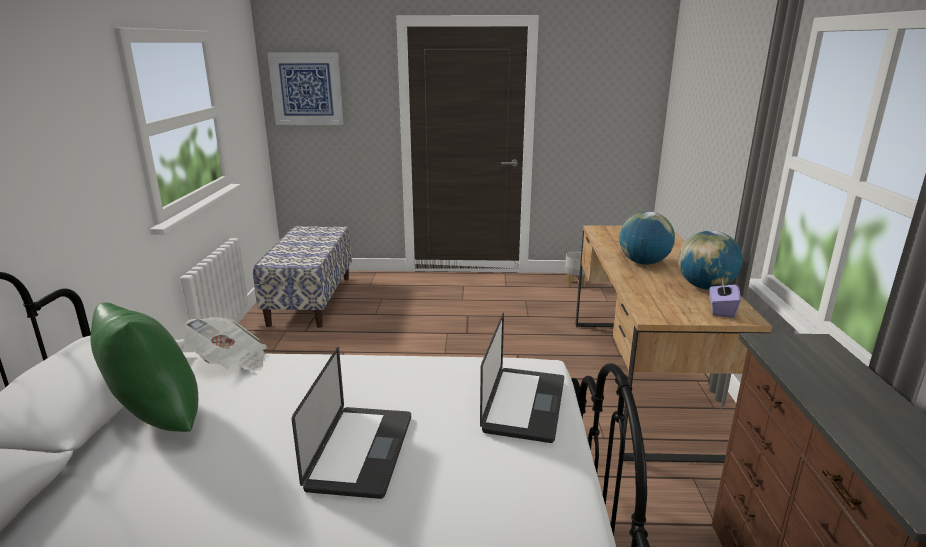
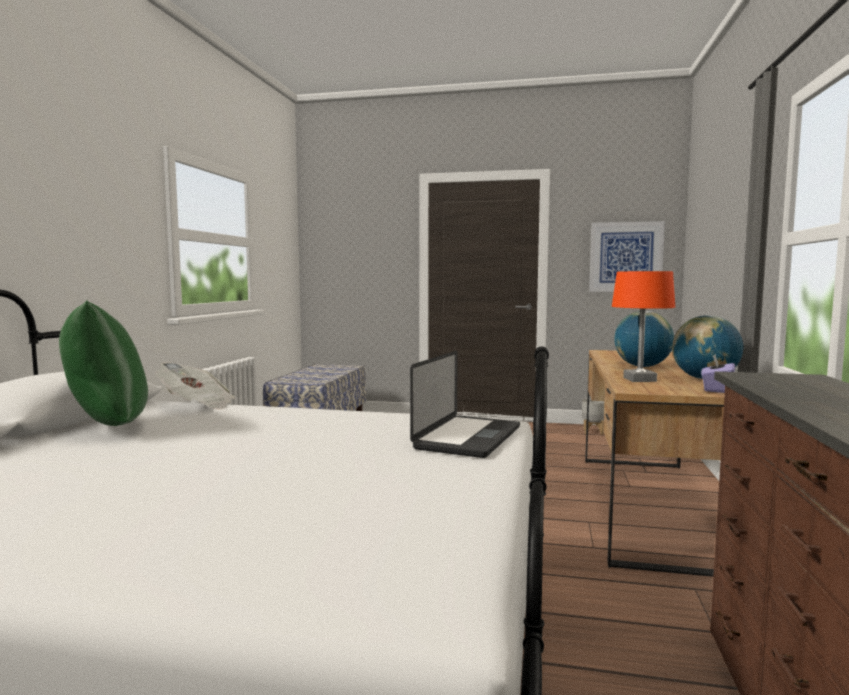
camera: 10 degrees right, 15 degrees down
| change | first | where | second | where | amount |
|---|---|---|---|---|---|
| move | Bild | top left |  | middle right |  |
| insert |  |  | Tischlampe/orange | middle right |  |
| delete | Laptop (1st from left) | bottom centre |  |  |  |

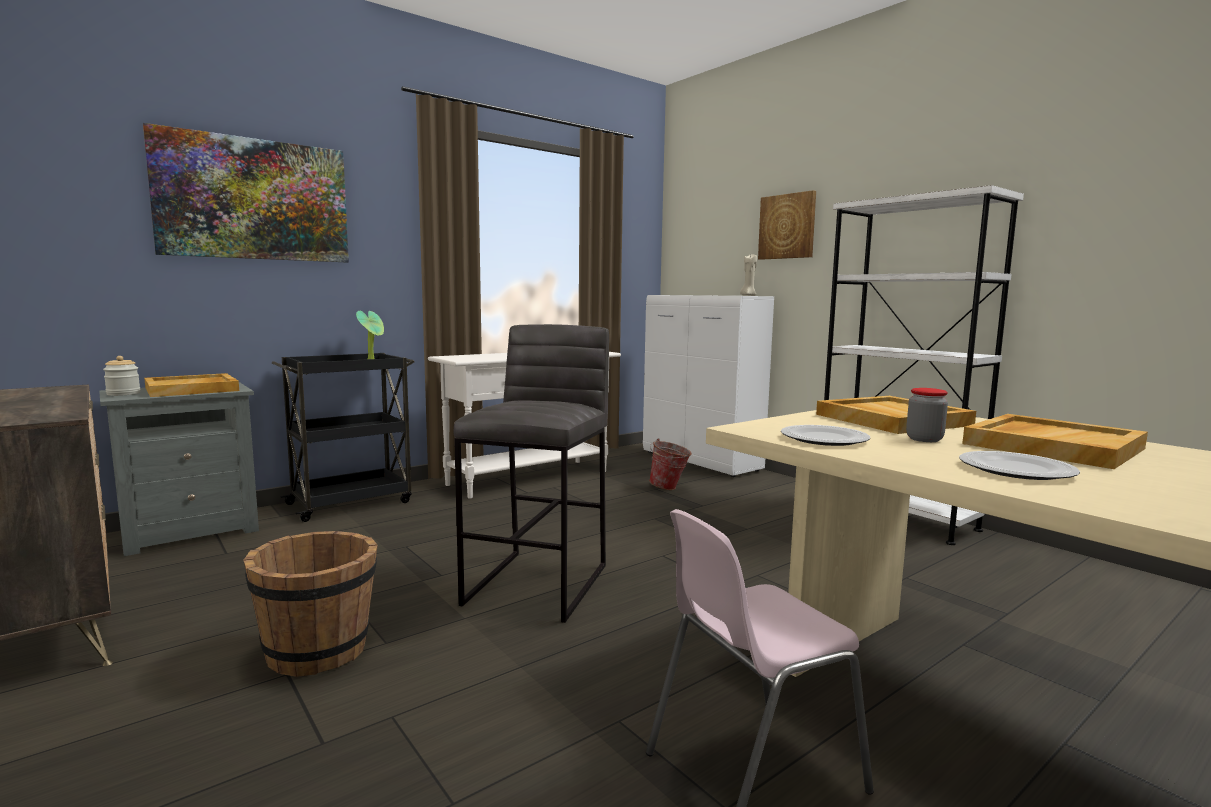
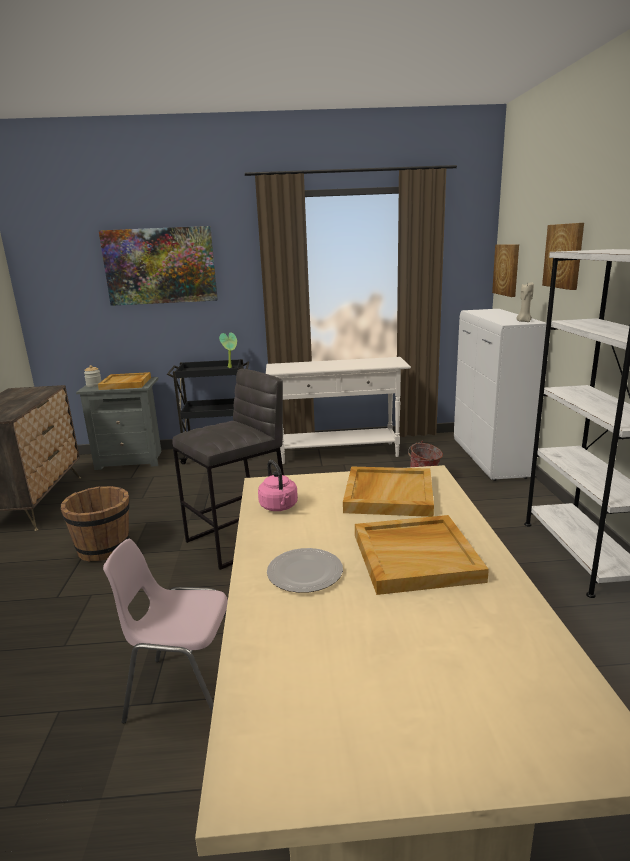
camera: 35 degrees right, 10 degrees up
| change | first | where | second | where | amount |
|---|---|---|---|---|---|
| replace | Teller (1st from left) | middle right | Wasserkessel/rosa | centre |  |
| insert |  |  | Bild (2nd from left) | top right |  |
| delete | Vorratsglas (2nd from left) | middle right |  |  |  |

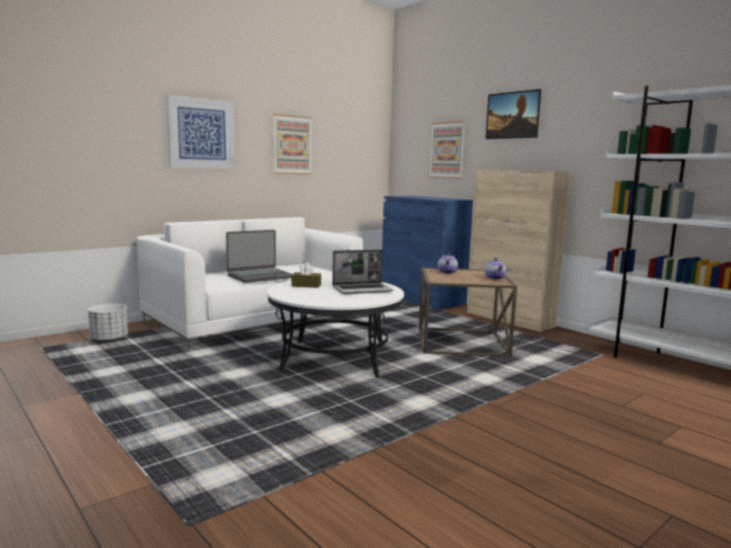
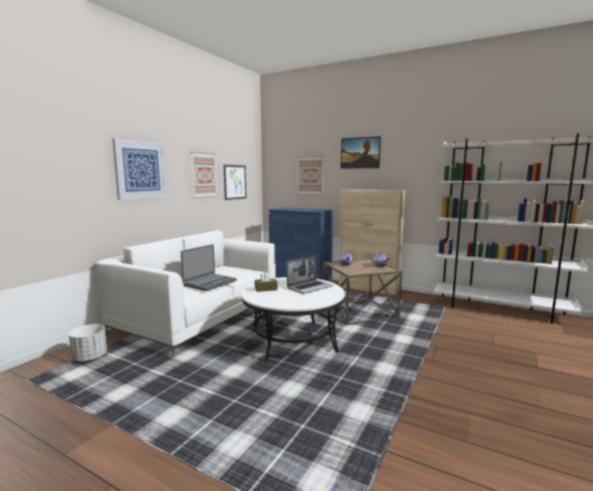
camera: 20 degrees left, 0 degrees up
| change | first | where | second | where | amount |
|---|---|---|---|---|---|
| insert |  |  | Bild (3rd from left) | centre |  |

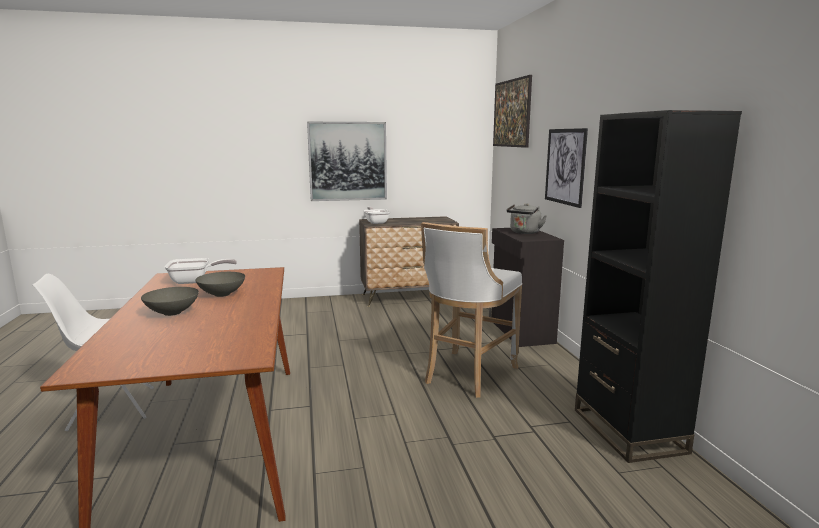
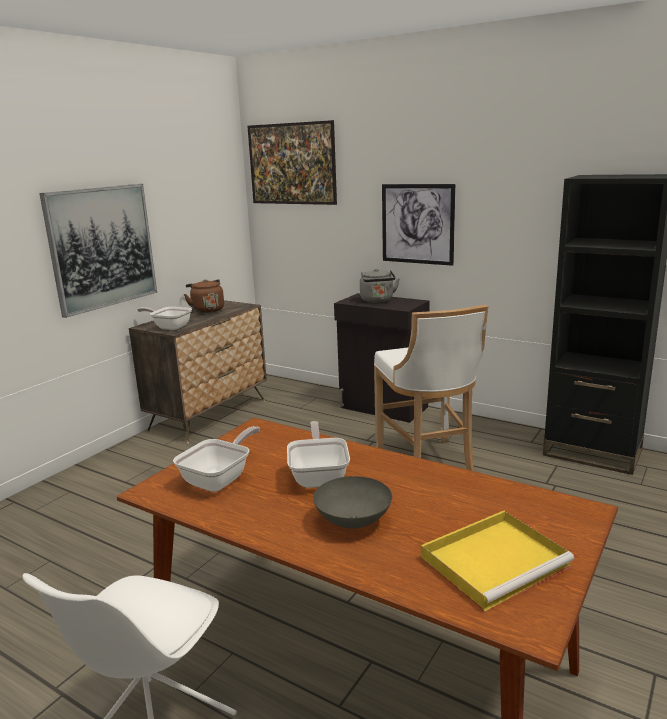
camera: 45 degrees left, 5 degrees up
| change | first | where | second | where | amount |
|---|---|---|---|---|---|
| insert |  |  | Wasserkessel/braun | middle left |  |
| replace | Schüssel/grau (2nd from left) | middle left | Pfanne (3rd from left) | centre |  |
| insert |  |  | Tablett/gelb | bottom right |  |

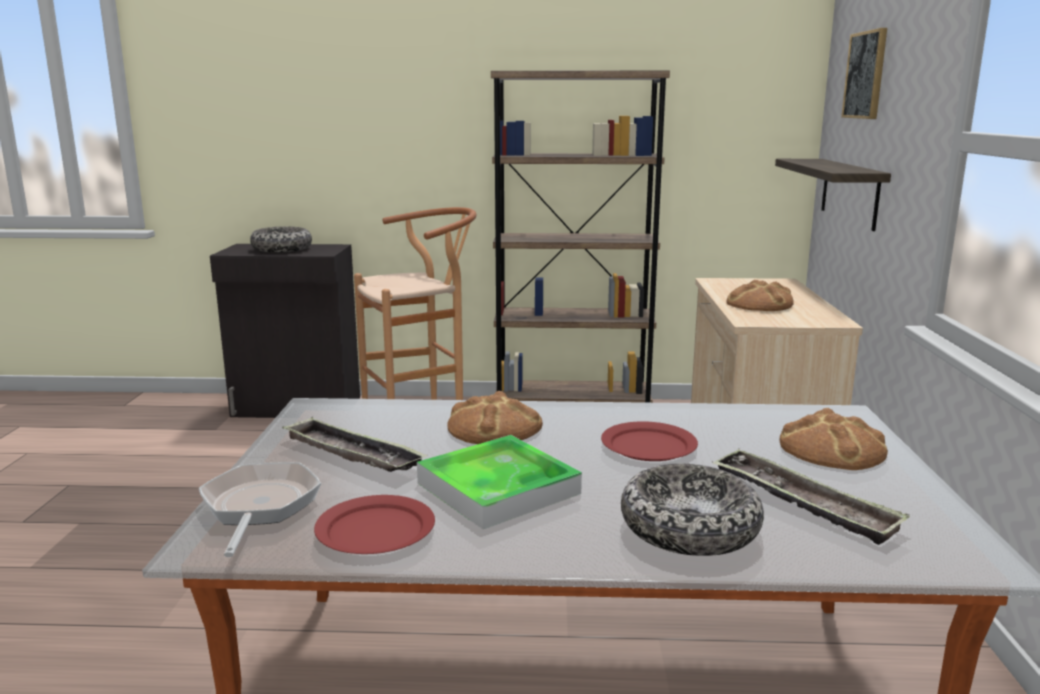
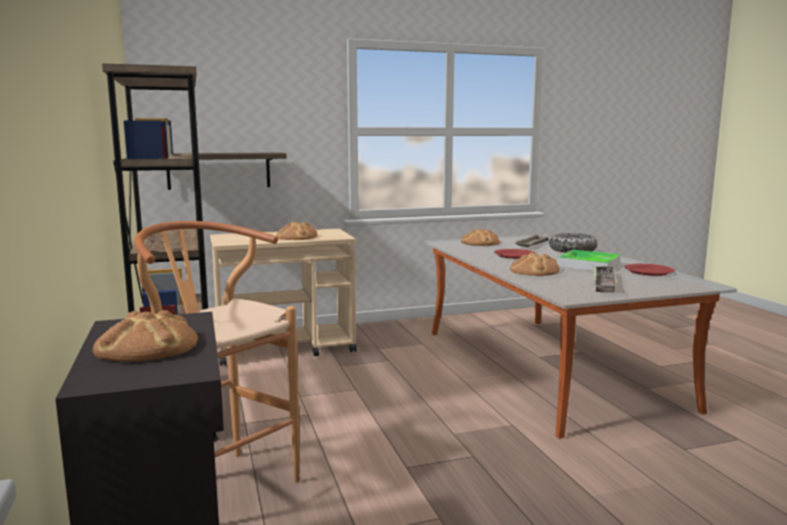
camera: 110 degrees left, 5 degrees down
| change | first | where | second | where | amount |
|---|---|---|---|---|---|
| replace | Schüssel (1st from left) | middle left | Brot (1st from left) | middle left |  |
| delete | Pfanne | bottom left |  |  |  |
| delete | Bild | top right |  |  |  |

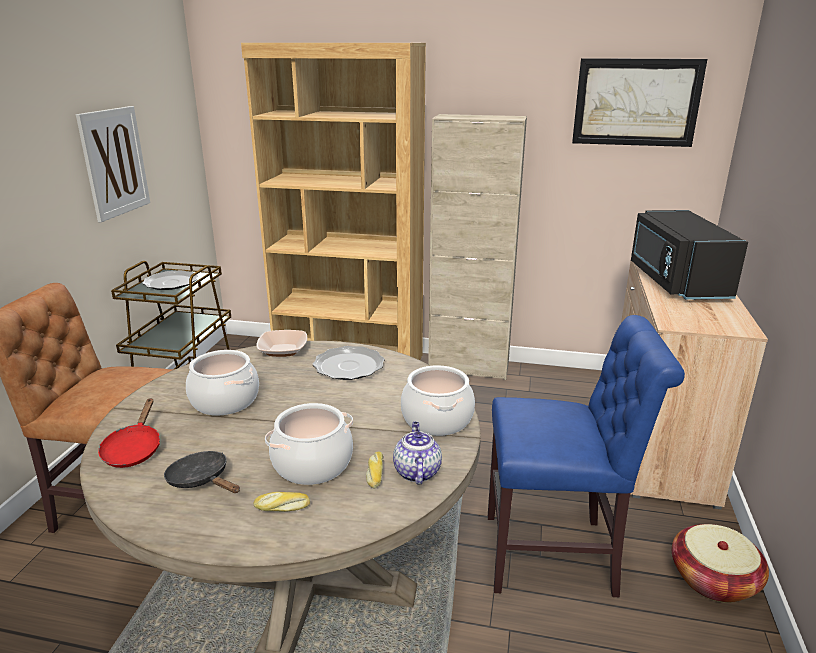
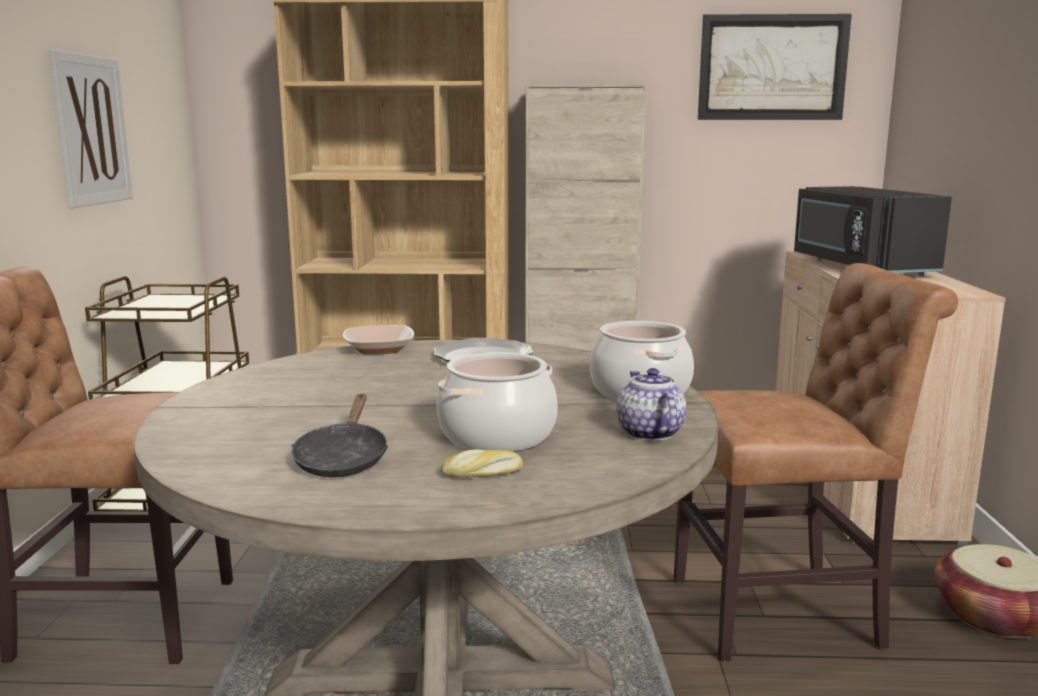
camera: 10 degrees left, 10 degrees down
| change | first | where | second | where | amount |
|---|---|---|---|---|---|
| rotate | Pfanne/schwarz | bottom left |  | middle left | 120 degrees counterclockwise |
| recolor | Stuhl/blau | bottom right | Stuhl/braun (2nd from left) | middle right |  |
| delete | Pfanne/rot | middle left |  |  |  |
| delete | Teller (1st from left) | middle left |  |  |  |
| delete | Kochtopf (1st from left) | middle left |  |  |  |
| delete | Brot (2nd from left) | bottom centre |  |  |  |

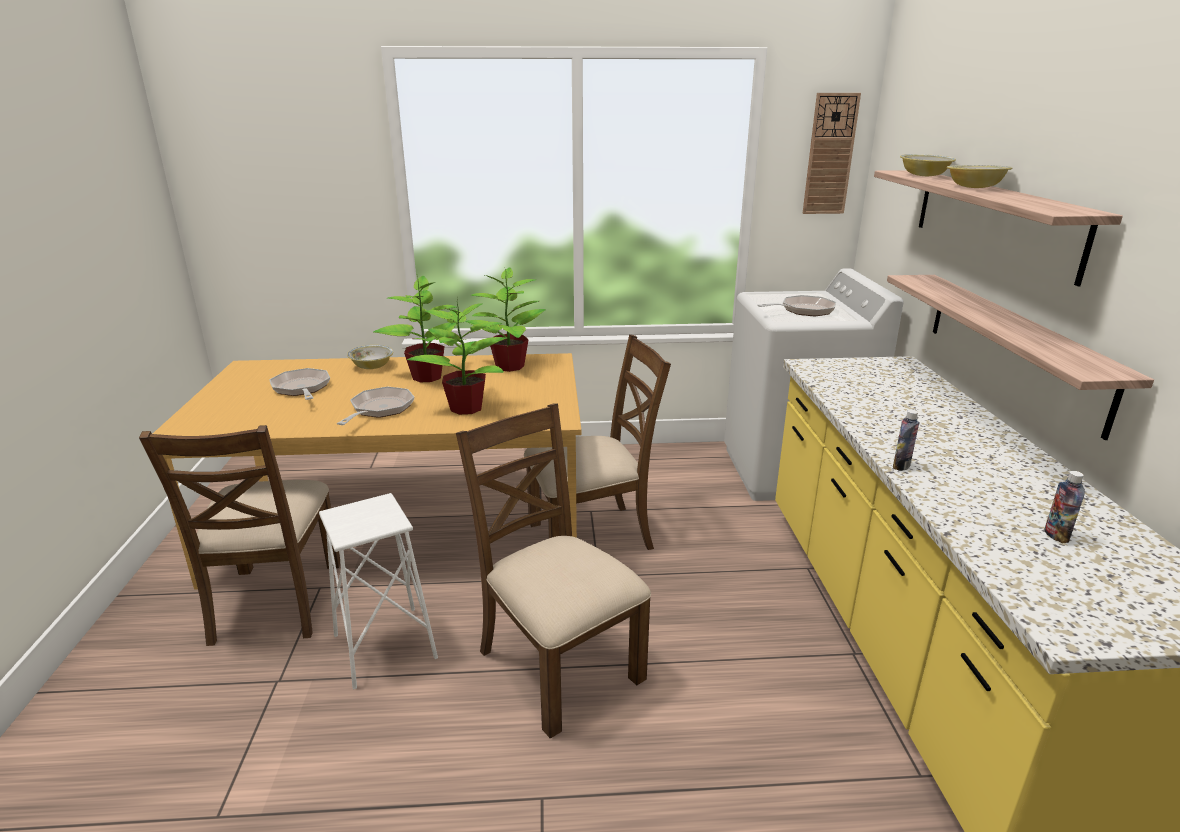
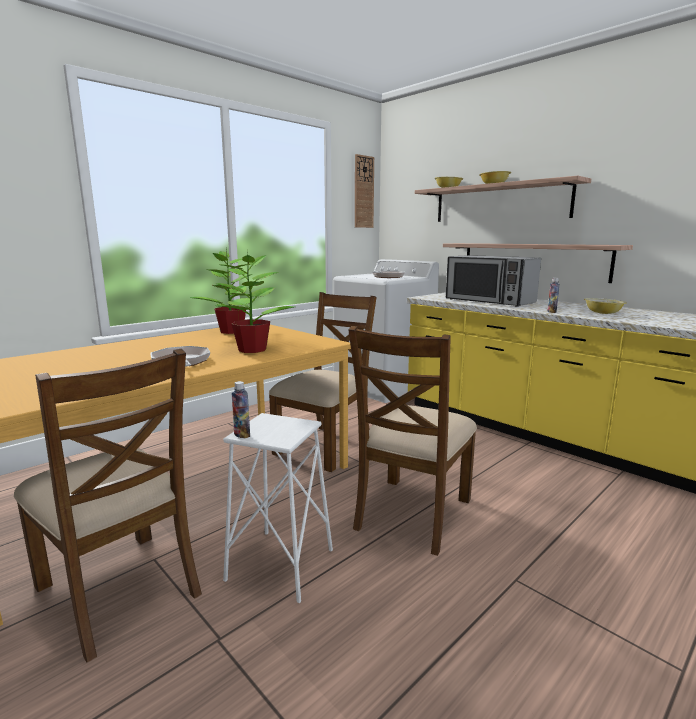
camera: 40 degrees left, 10 degrees down
| change | first | where | second | where | amount |
|---|---|---|---|---|---|
| move | Flasche (2nd from left in the first image) | middle right | Flasche (1st from left) | centre |  |
| rotate | Stuhl/braun (2nd from left in the first image) | bottom centre | Stuhl/braun (3rd from left) | centre | 75 degrees counterclockwise |
| insert |  |  | Mikrowelle | middle right |  |
| move | Schüssel (1st from left in the first image) | middle left | Schüssel (3rd from left) | middle right |  |
| delete | Pfanne (1st from left) | middle left |  |  |  |
| delete | Topfpflanze (1st from left) | centre |  |  |  |

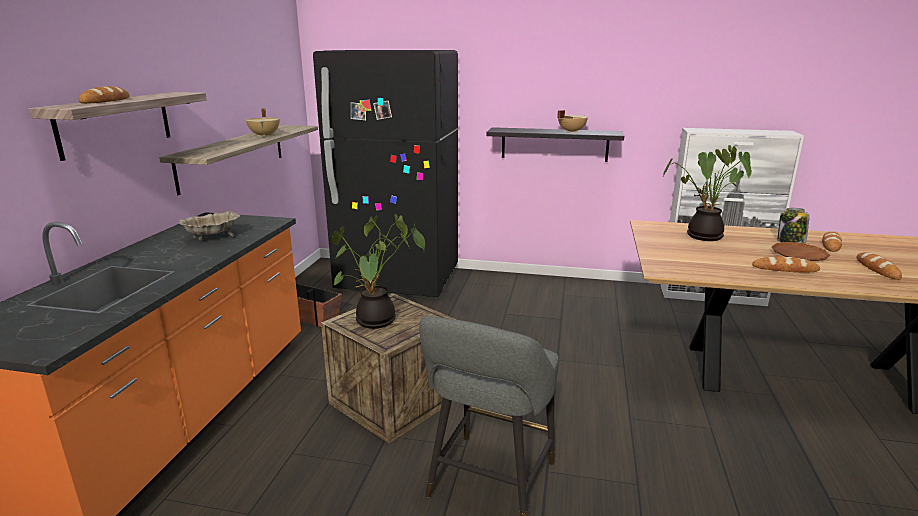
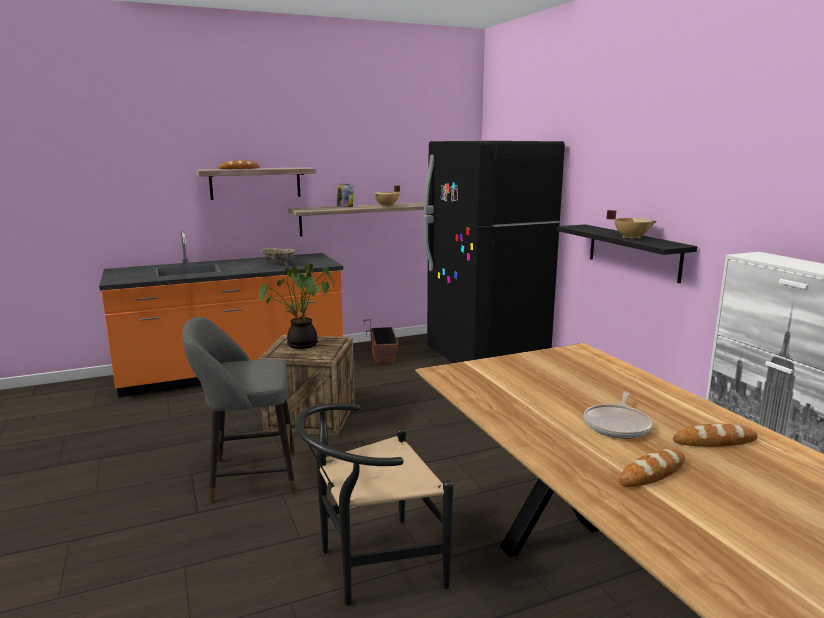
camera: 55 degrees right, 5 degrees down
| change | first | where | second | where | amount |
|---|---|---|---|---|---|
| insert |  |  | Stuhl/schwarz | bottom centre |  |
| move | Vorratsglas | middle right |  | top centre |  |
| replace | Teller/braun | middle right | Pfanne | bottom right |  |
| delete | Topfpflanze (2nd from left) | middle right |  |  |  |
| delete | Brot (2nd from left) | middle right |  |  |  |

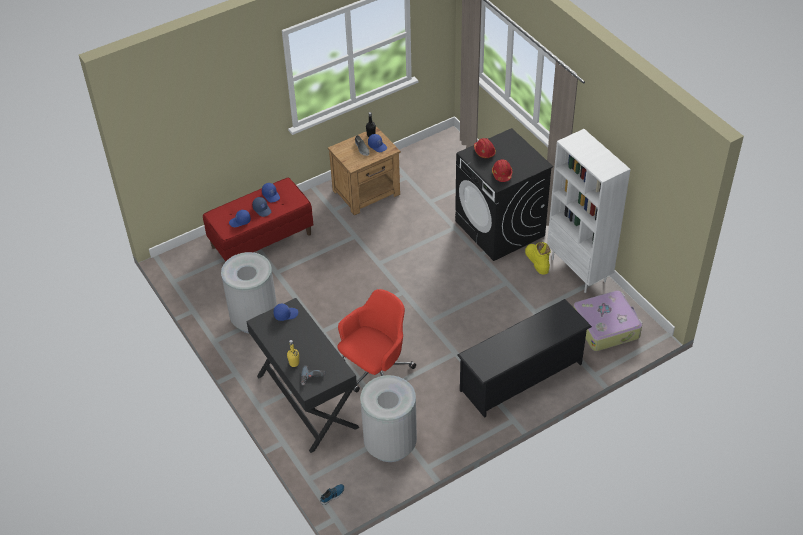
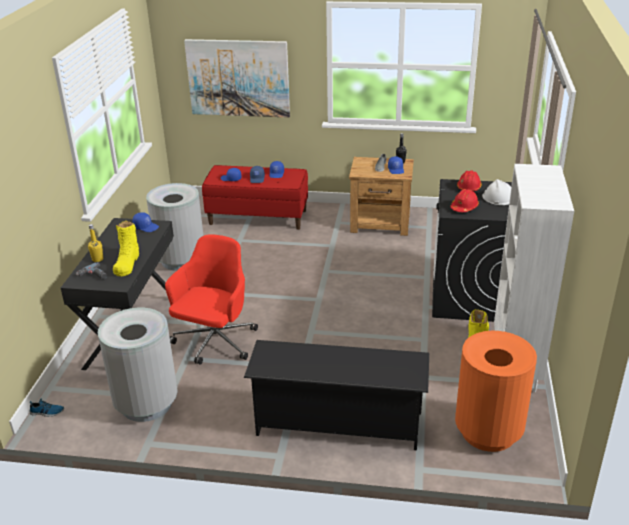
camera: 40 degrees right, 15 degrees down
| change | first | where | second | where | amount |
|---|---|---|---|---|---|
| insert |  |  | Stiefel/gelb (1st from left) | middle left |  |
| rotate | Bürostuhl/rot | centre |  | centre | 60 degrees counterclockwise |
| insert |  |  | Bild | top centre |  |
| replace | Koffer | middle right | Mülleimer/orange | bottom right |  |
| insert |  |  | Schutzhelm/weiß | middle right |  |

